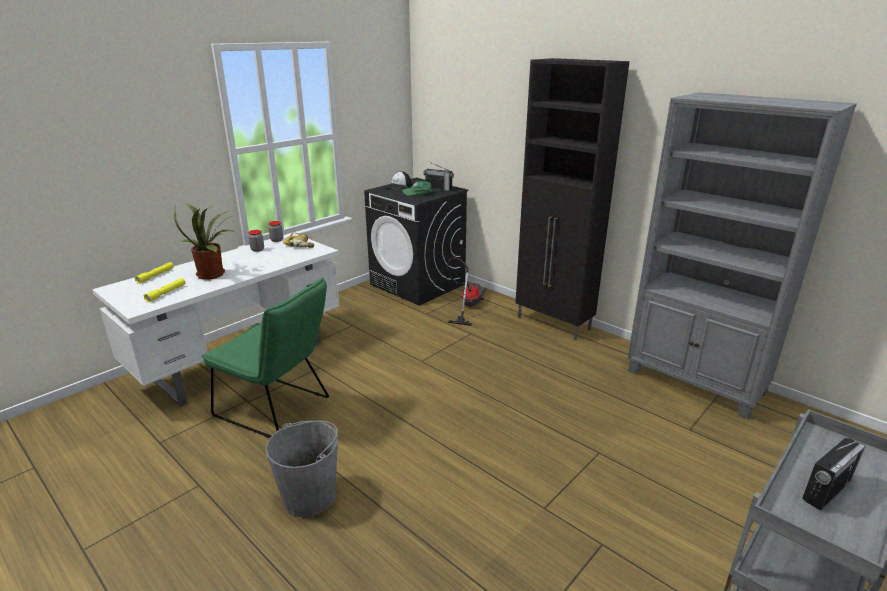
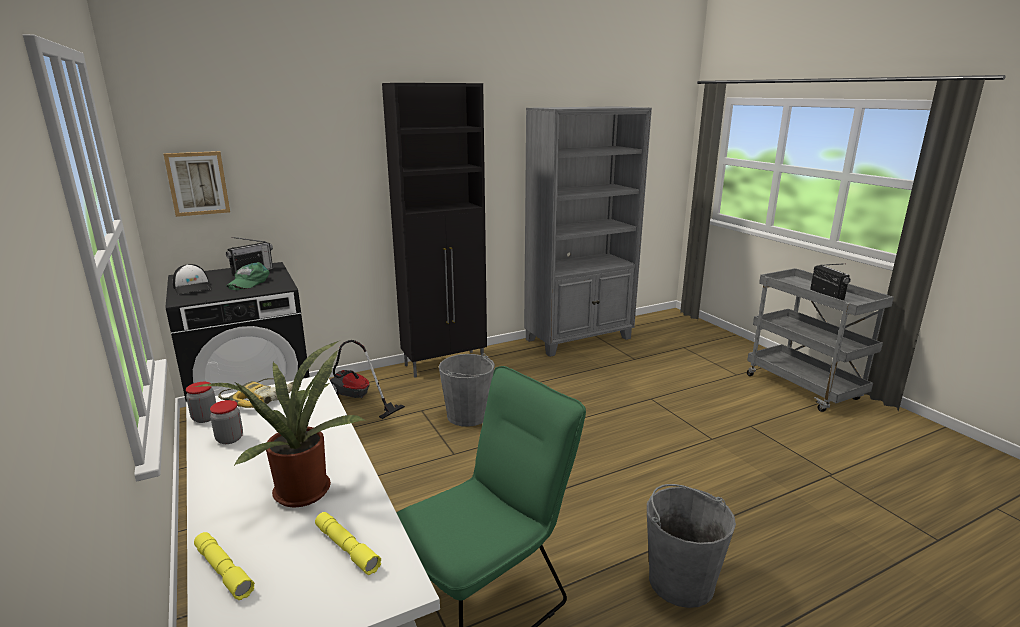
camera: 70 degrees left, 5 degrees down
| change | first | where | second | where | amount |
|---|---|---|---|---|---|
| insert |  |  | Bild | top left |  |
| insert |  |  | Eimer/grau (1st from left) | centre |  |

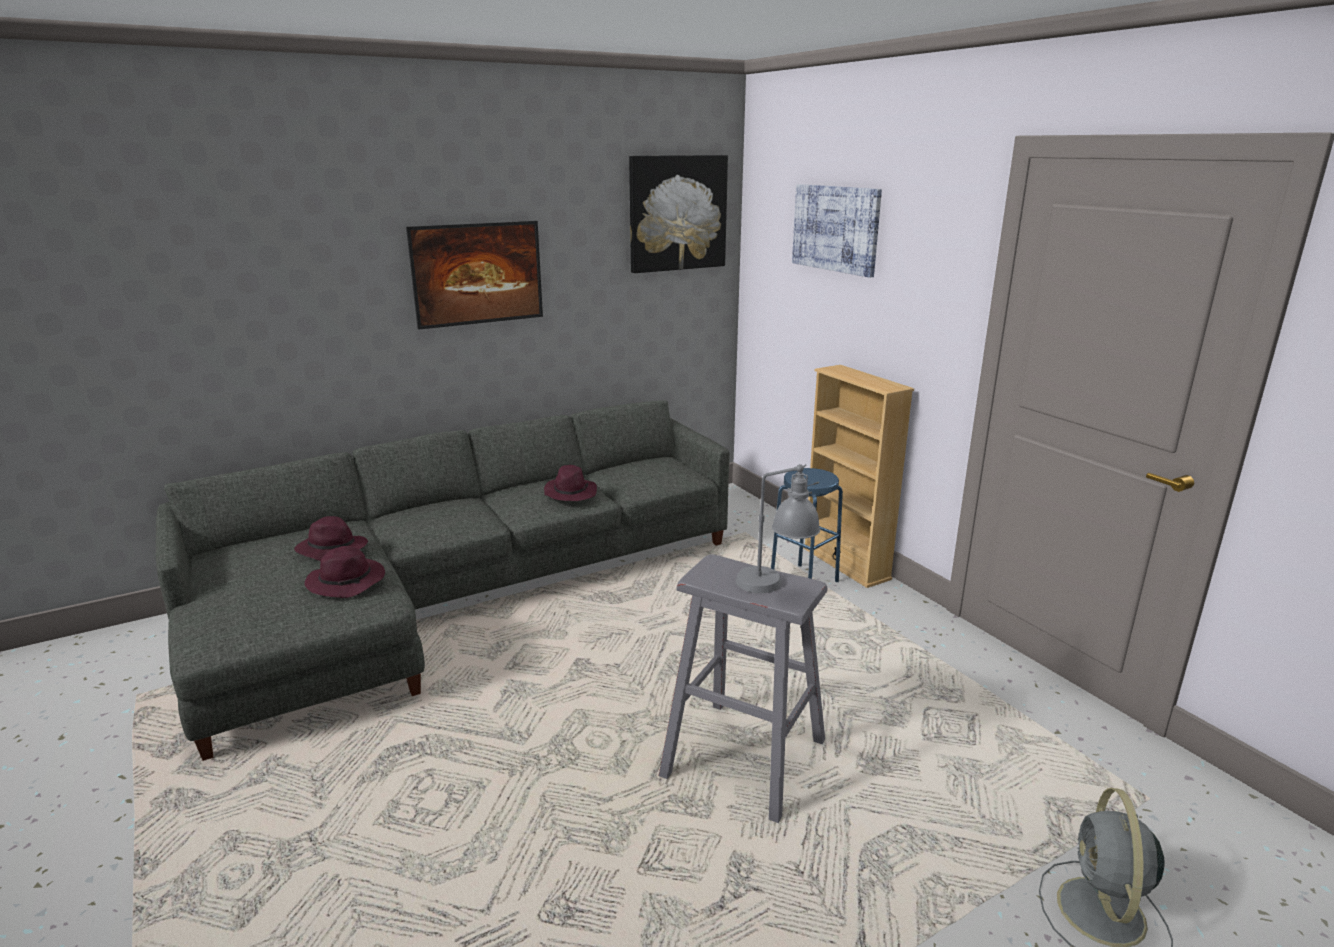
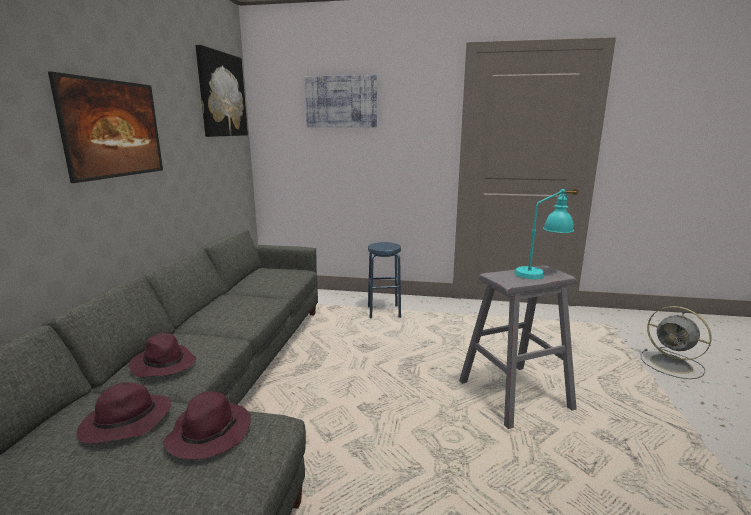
camera: 50 degrees left, 5 degrees down
| change | first | where | second | where | amount |
|---|---|---|---|---|---|
| move | Hut/lila (3rd from left in the first image) | centre | Hut/lila (2nd from left) | bottom left |  |
| recolor | Tischlampe/grau | centre | Tischlampe/türkis | middle right |  |
| delete | Bücherregal/beige | centre |  |  |  |

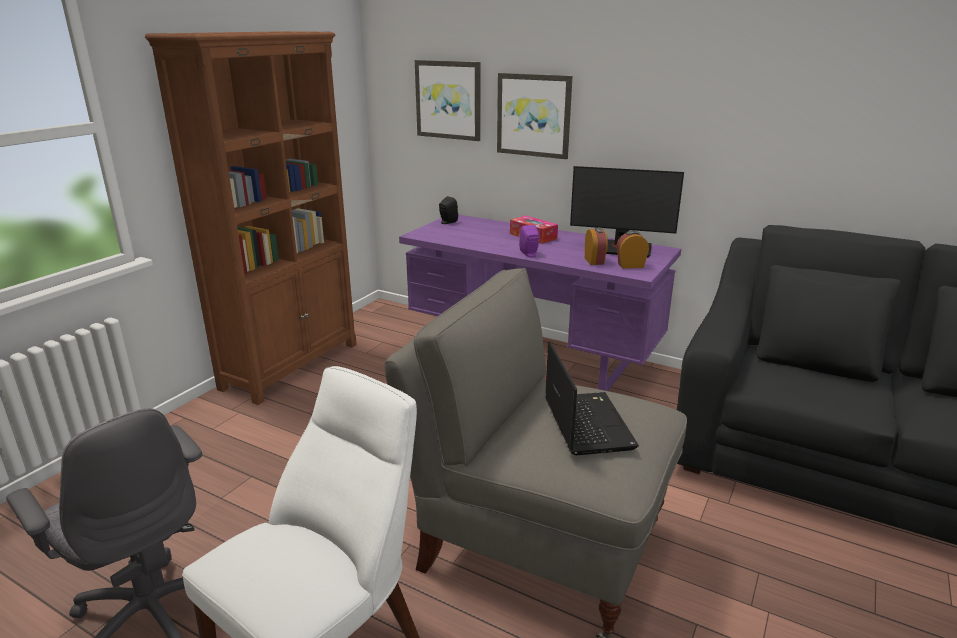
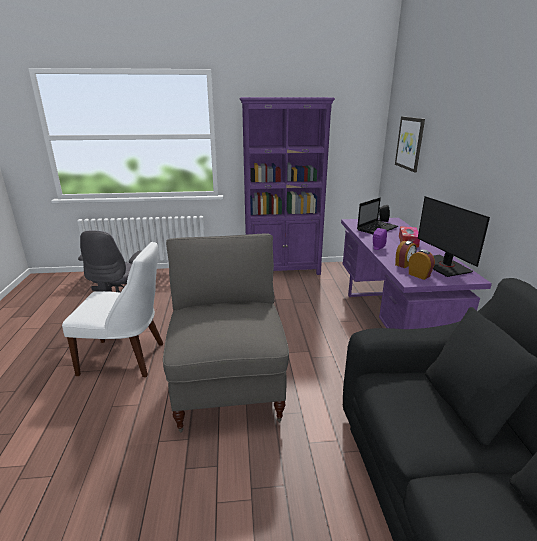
camera: 55 degrees right, 0 degrees up
| change | first | where | second | where | amount |
|---|---|---|---|---|---|
| recolor | Bücherregal/braun | middle left | Bücherregal/lila | centre |  |
| move | Laptop | centre |  | middle right |  |
| delete | Bild (2nd from left) | top centre |  |  |  |

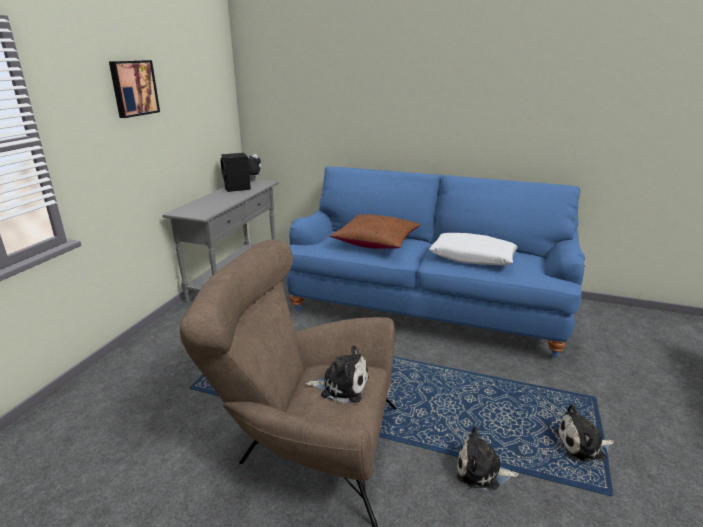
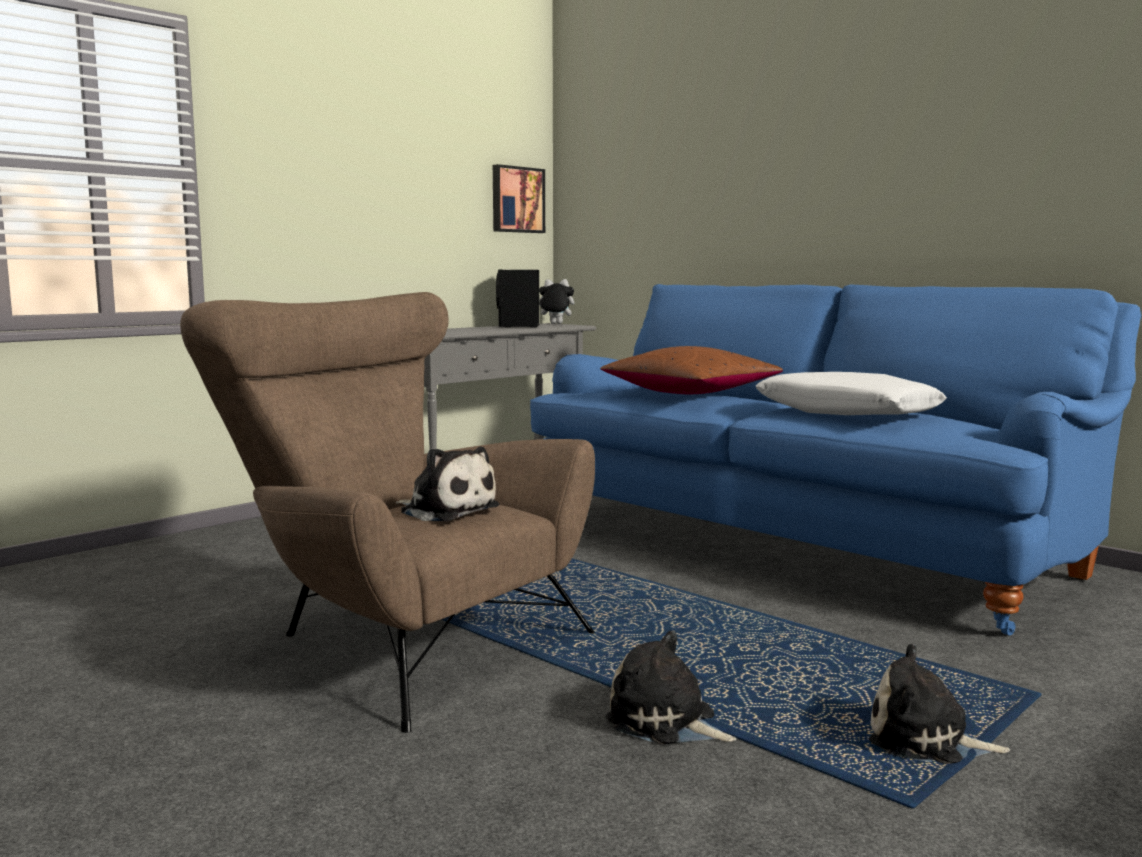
camera: 25 degrees right, 15 degrees down
| change | first | where | second | where | amount |
|---|---|---|---|---|---|
| move | Bild | top left |  | top centre |  |

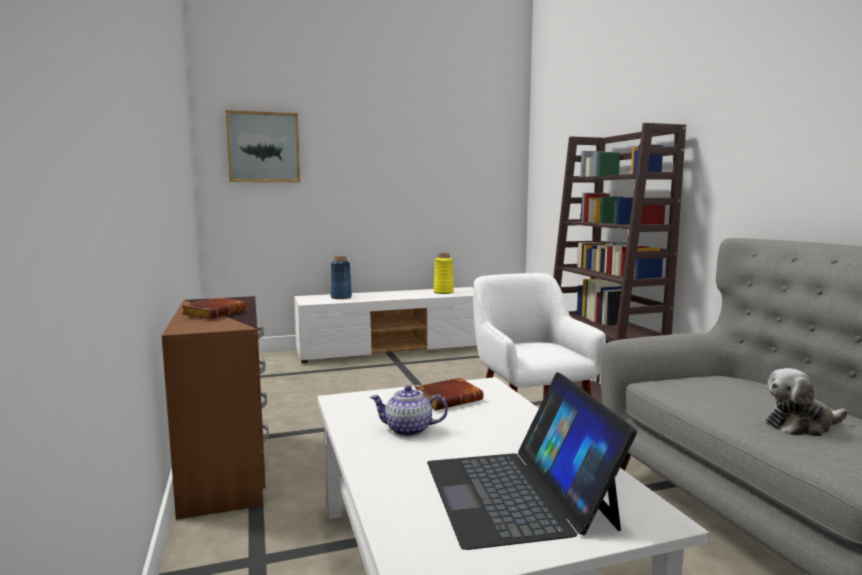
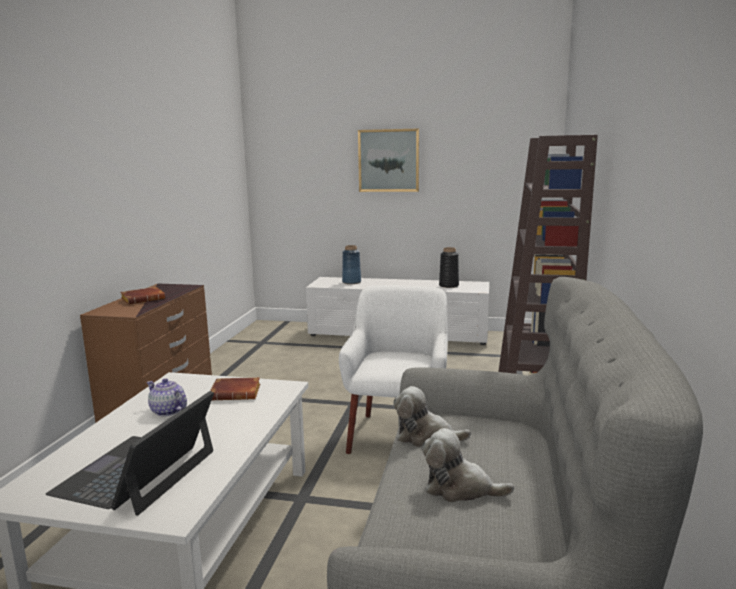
camera: 30 degrees right, 5 degrees up
| change | first | where | second | where | amount |
|---|---|---|---|---|---|
| move | Bild | top left |  | top centre |  |
| insert |  |  | Plüschtier (1st from left) | bottom centre |  |
| recolor | Vase/gelb | centre | Vase/schwarz | centre |  |

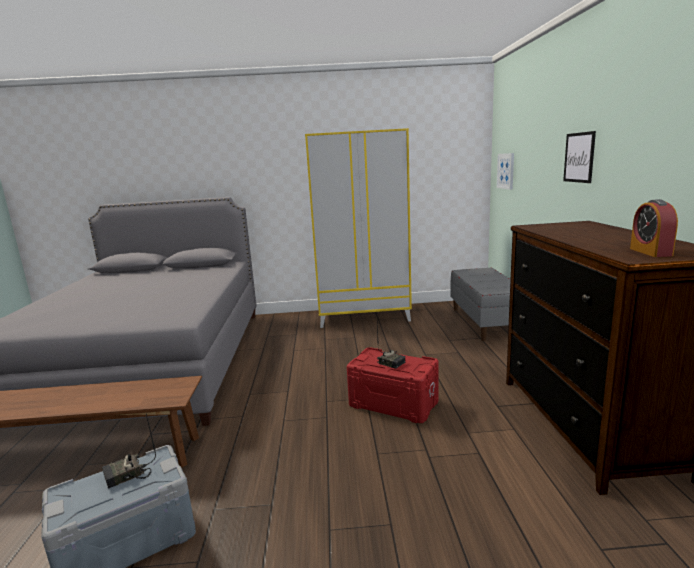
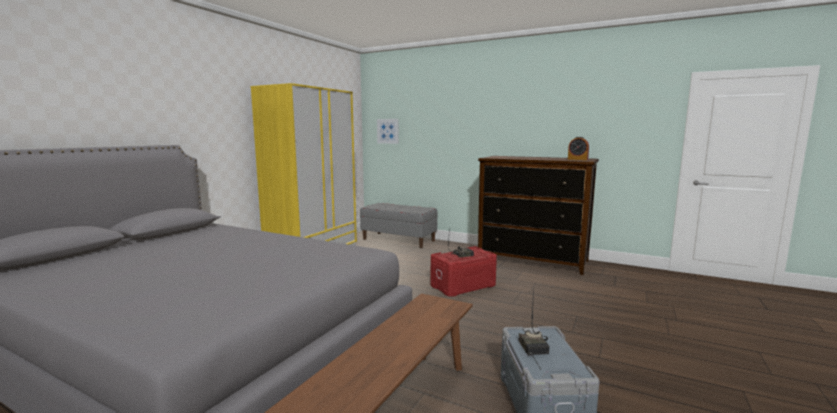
camera: 60 degrees left, 5 degrees down
| change | first | where | second | where | amount |
|---|---|---|---|---|---|
| delete | Bild (2nd from left) | top right |  |  |  |

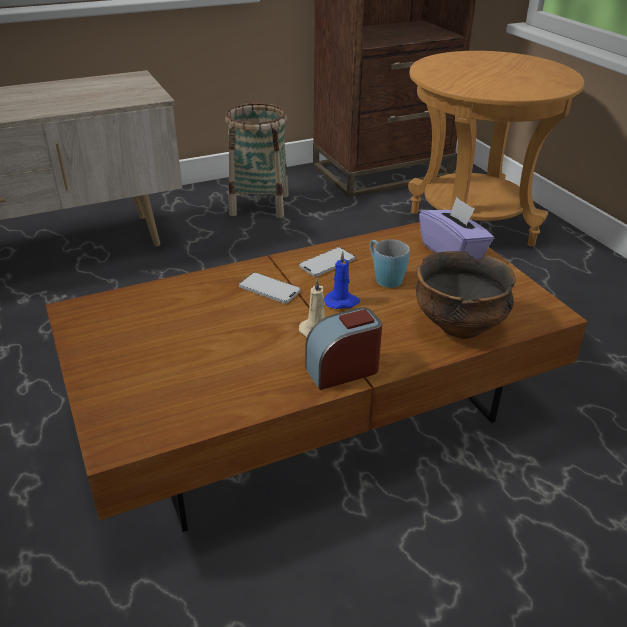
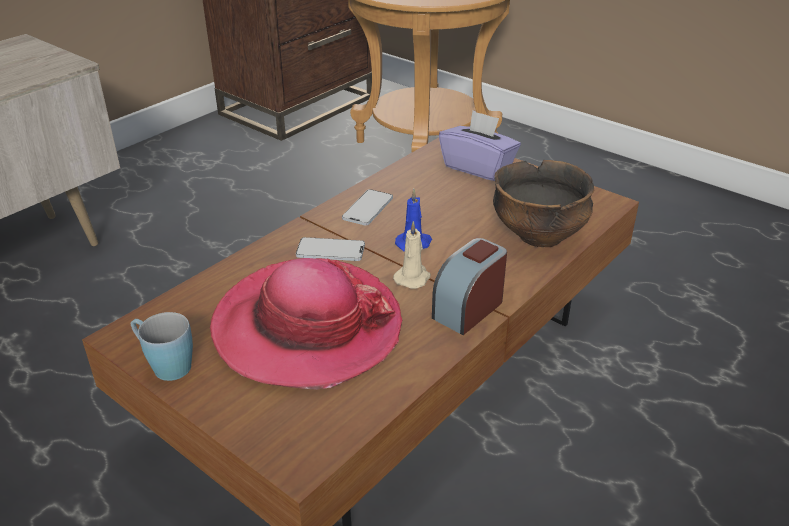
camera: 25 degrees left, 0 degrees up
| change | first | where | second | where | amount |
|---|---|---|---|---|---|
| move | Henkelbecher/blau | centre |  | middle left |  |
| insert |  |  | Hut | centre |  |
| delete | Korb | top centre |  |  |  |

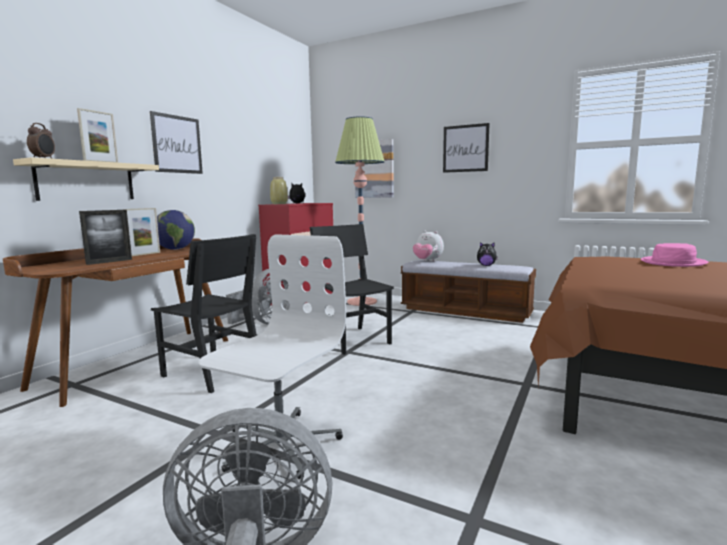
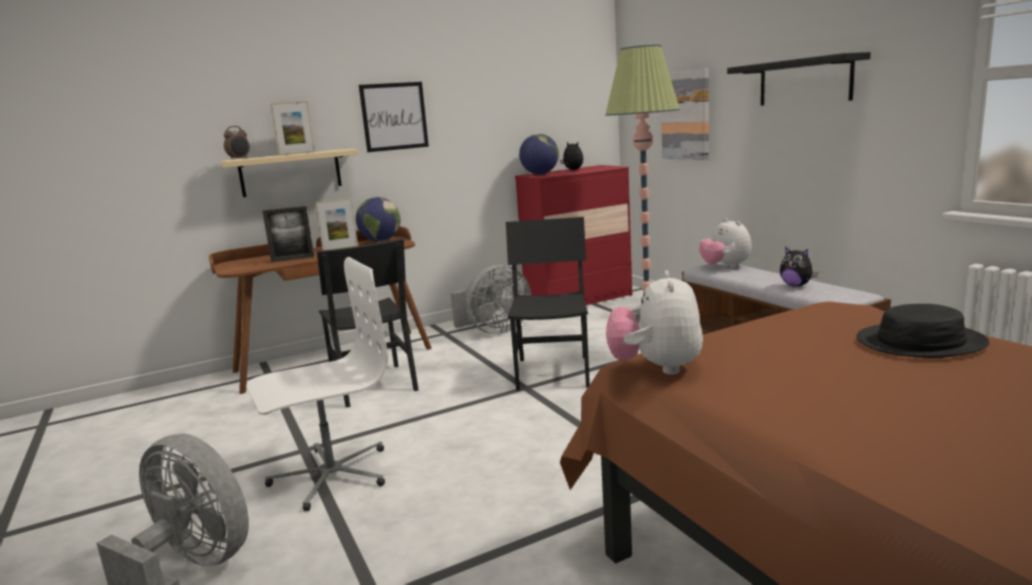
camera: 35 degrees right, 5 degrees up
| change | first | where | second | where | amount |
|---|---|---|---|---|---|
| replace | Vase/beige | centre | Globus (2nd from left) | top centre |  |
| insert |  |  | Plüschtier (2nd from left) | centre |  |
| replace | Bild (3rd from left) | top centre | Wandregal/schwarz | top right |  |
| recolor | Hut/rosa | middle right | Hut/schwarz | middle right |  |

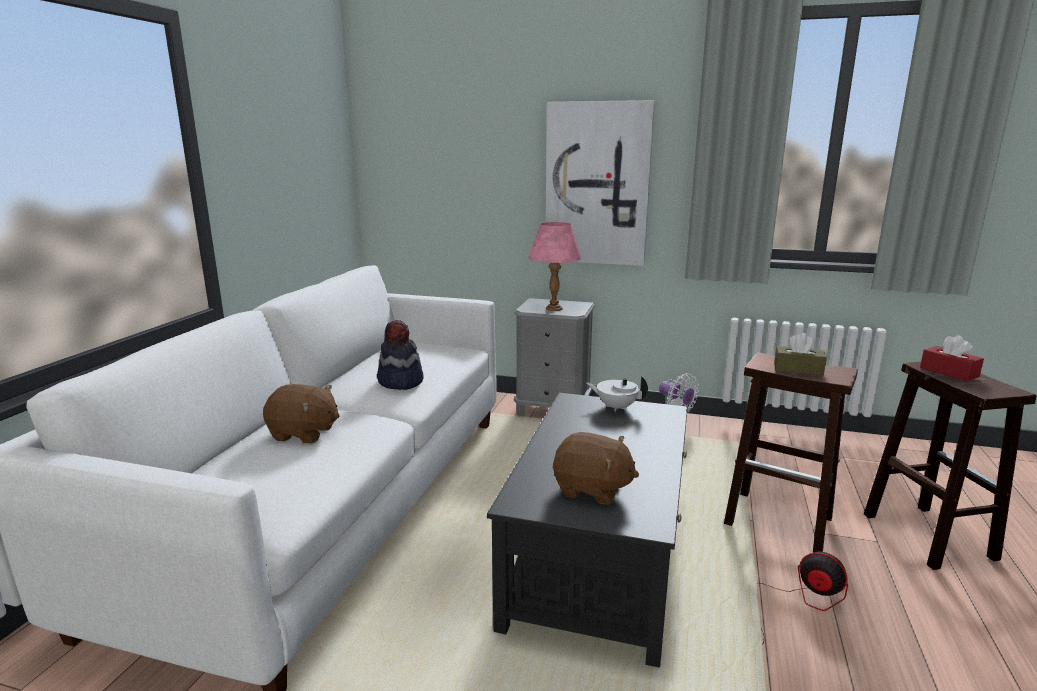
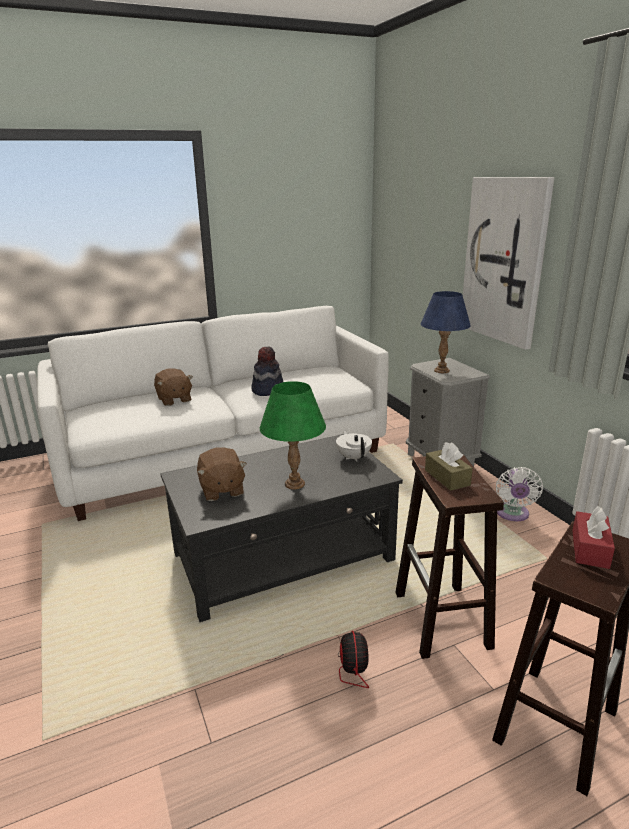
camera: 50 degrees right, 5 degrees up
| change | first | where | second | where | amount |
|---|---|---|---|---|---|
| insert |  |  | Tischlampe/grün | centre |  |
| recolor | Tischlampe/rosa | centre | Tischlampe/blau | middle right |  |

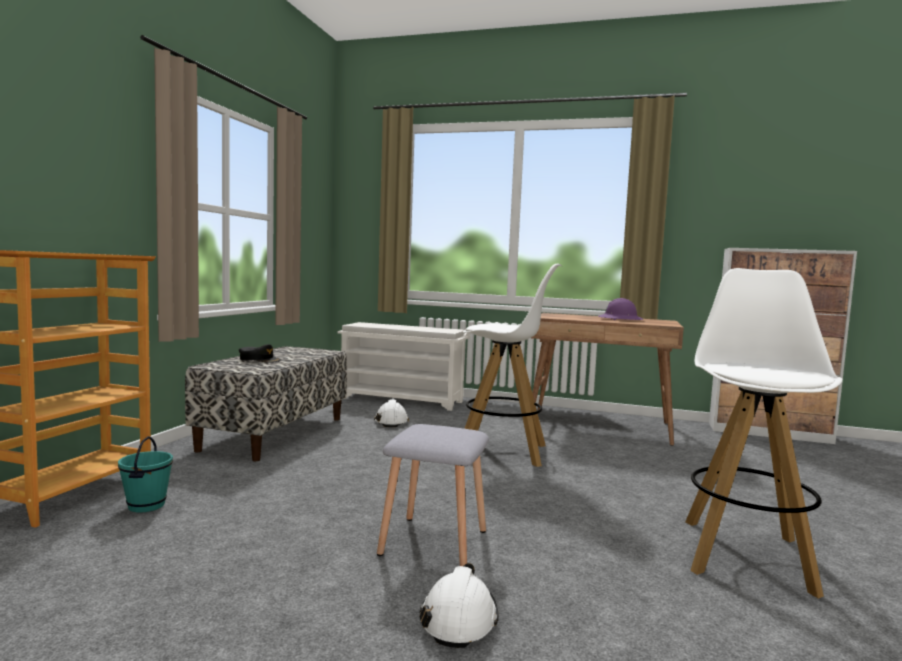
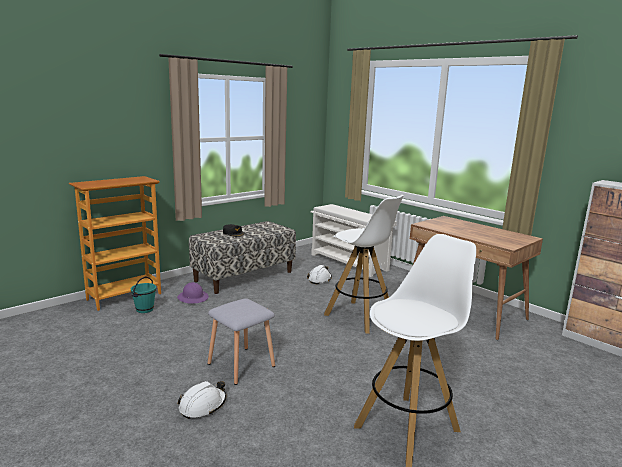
camera: 30 degrees right, 10 degrees up
| change | first | where | second | where | amount |
|---|---|---|---|---|---|
| move | Schutzhelm/lila | middle right |  | middle left |  |

